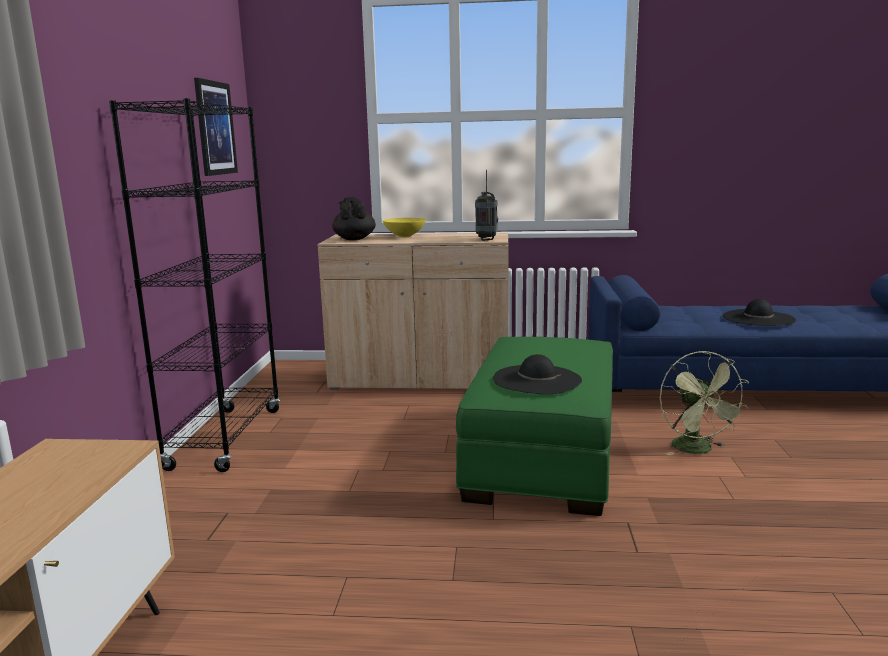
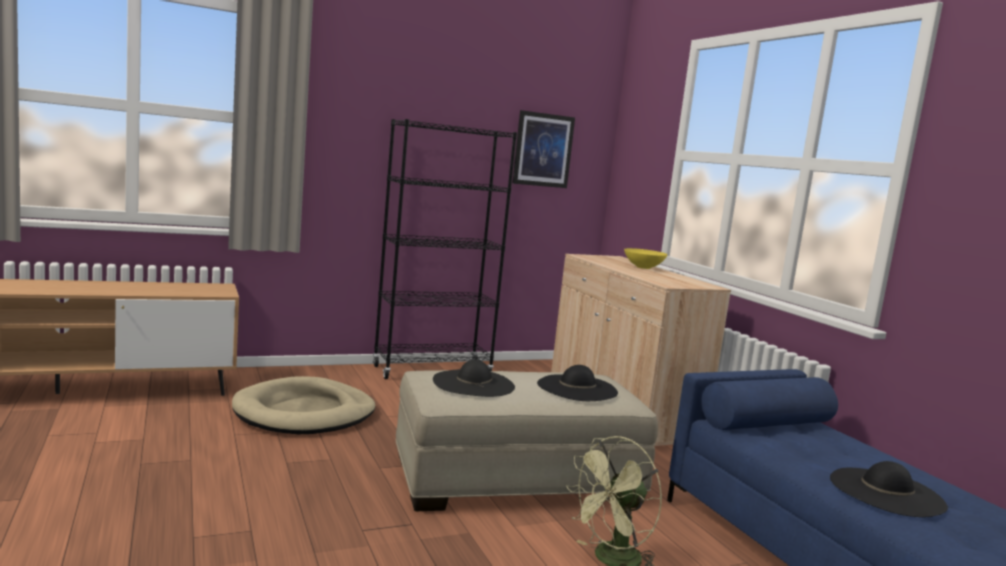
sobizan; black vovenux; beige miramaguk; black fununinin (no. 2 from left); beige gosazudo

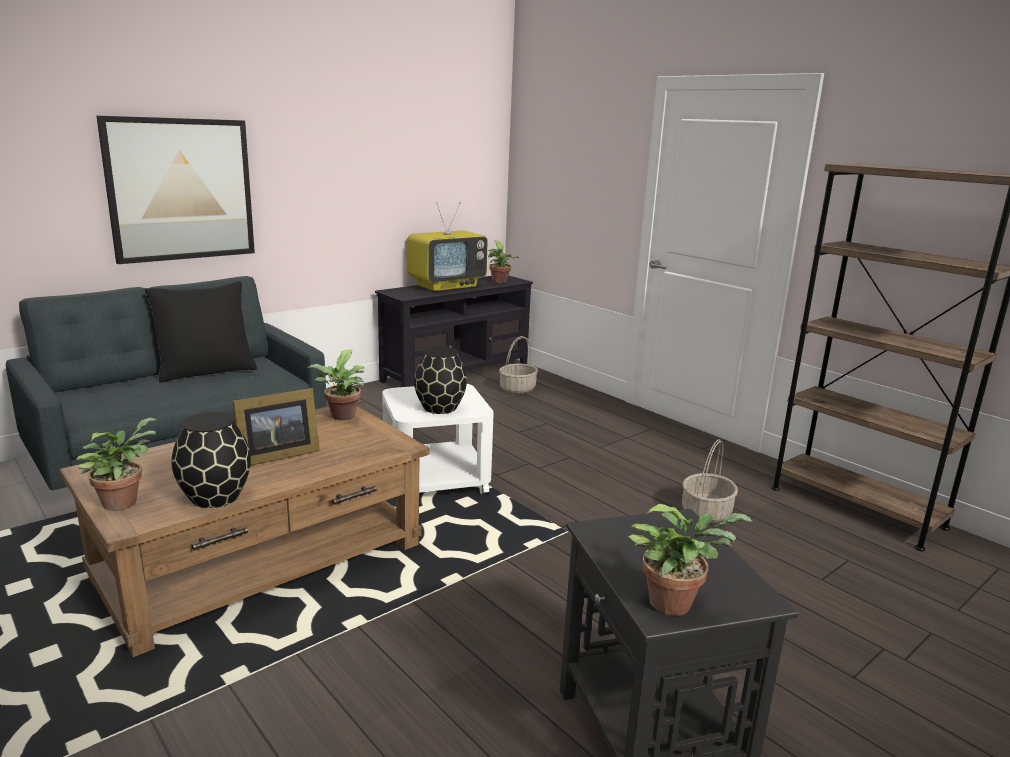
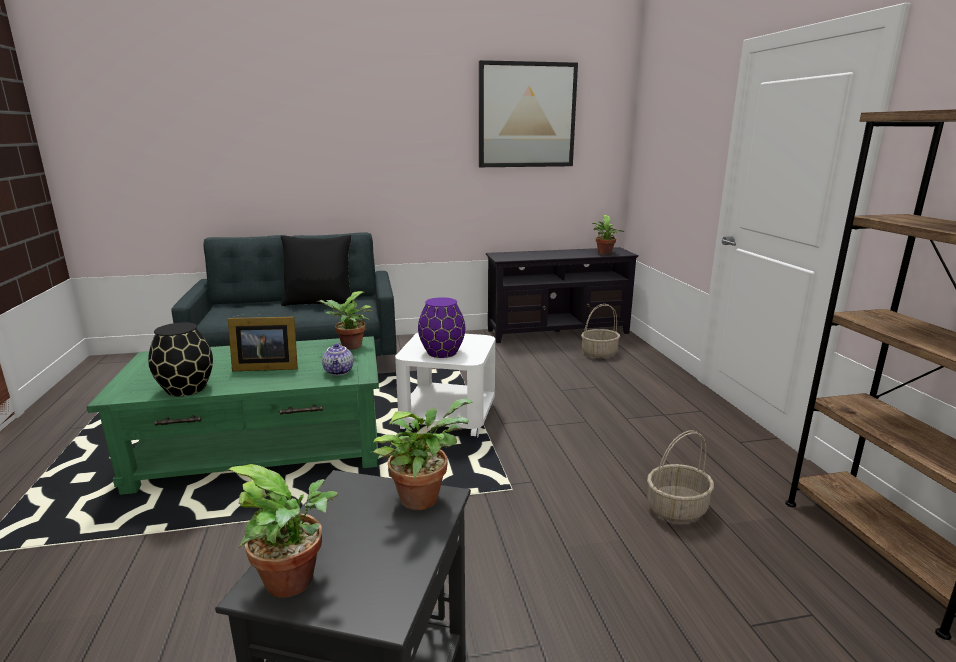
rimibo; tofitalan; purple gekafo; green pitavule; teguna (no. 3 from left); vovenux

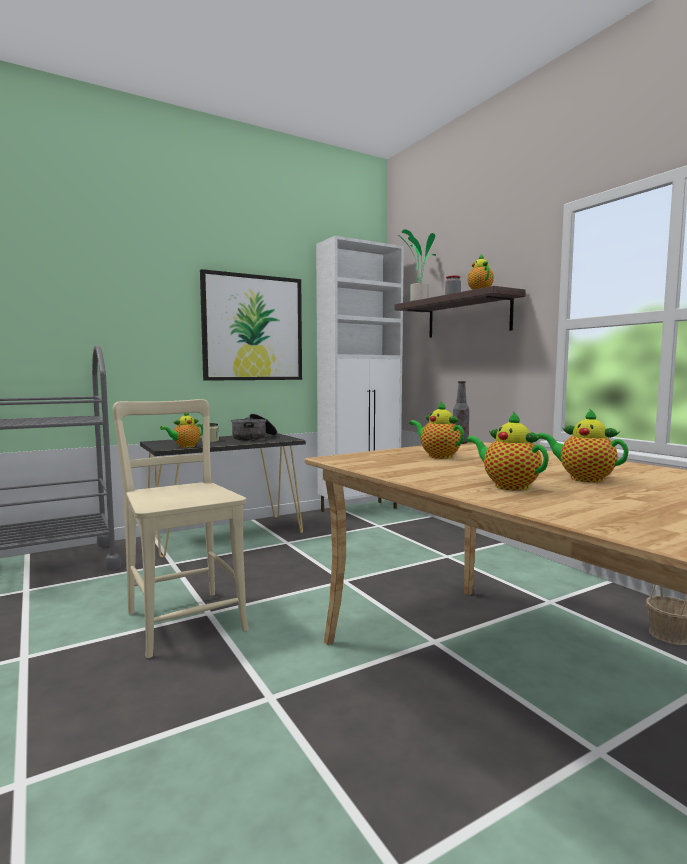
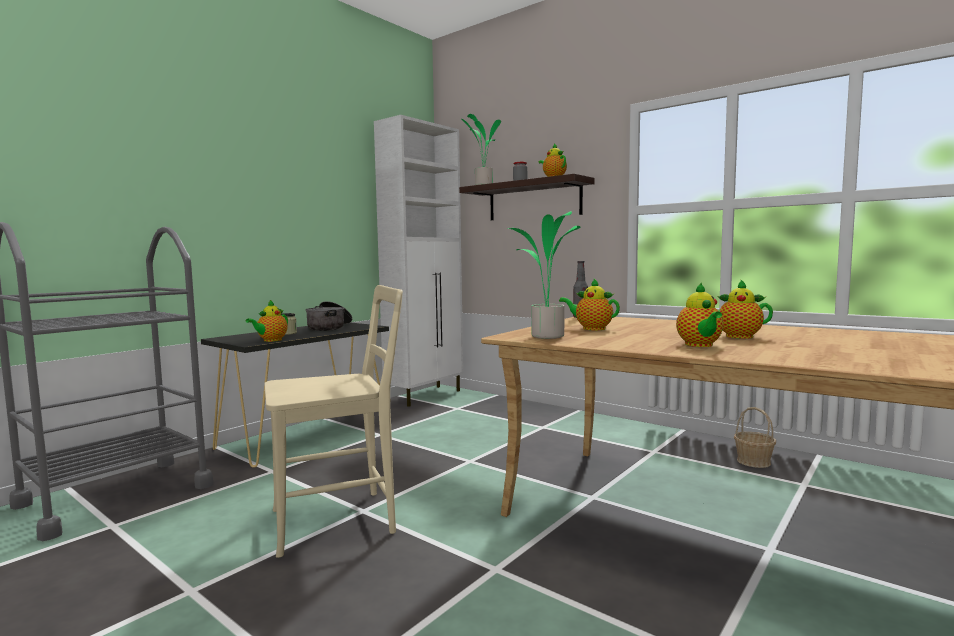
rimibo; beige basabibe; vovenux (no. 4 from left); teguna (no. 2 from left)

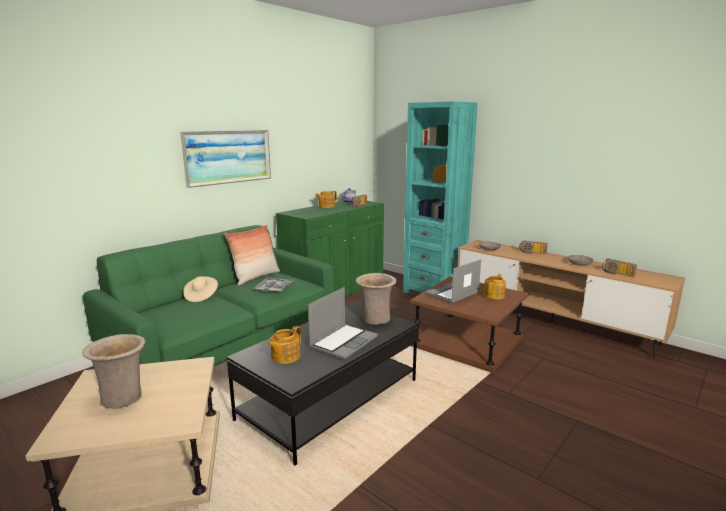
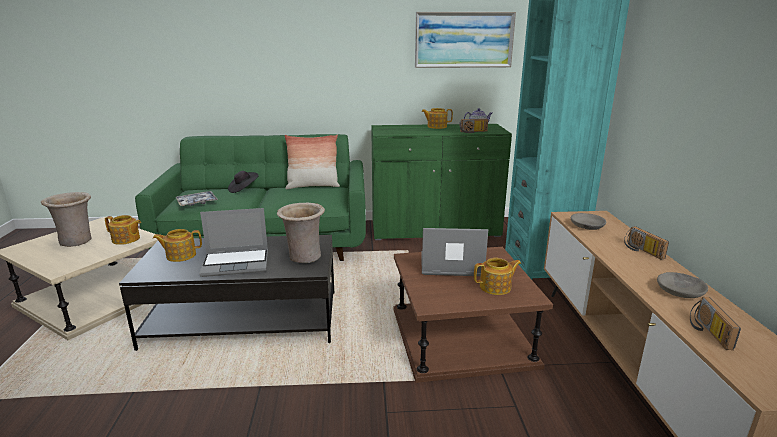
rimibo; black fununinin; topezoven; vovenux (no. 1 from left)

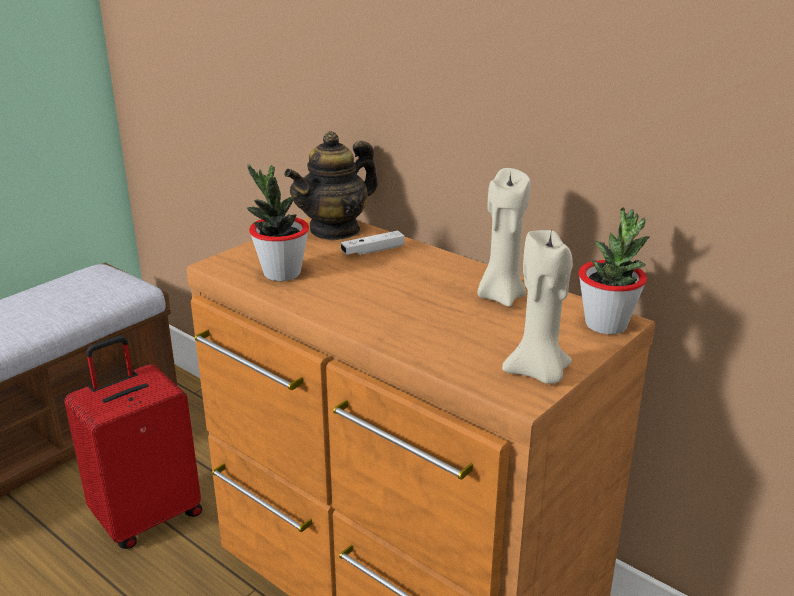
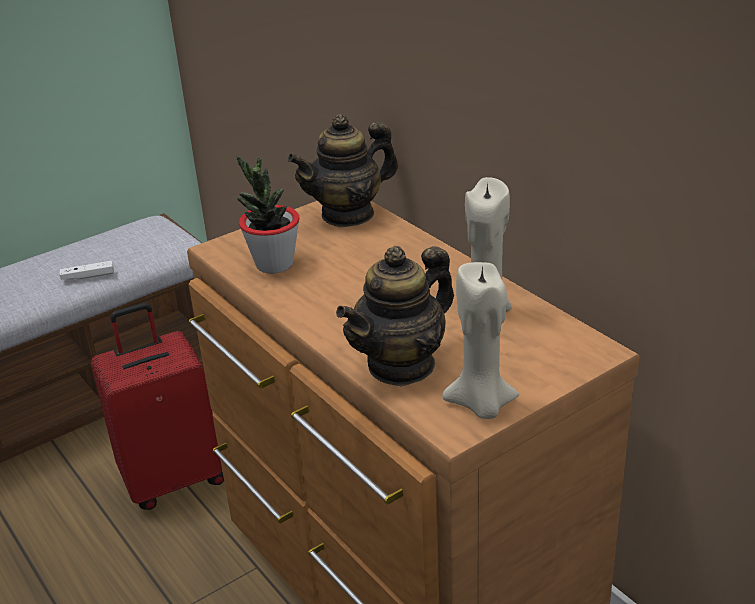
teguna (no. 2 from left in the first image); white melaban; vovenux (no. 2 from left)

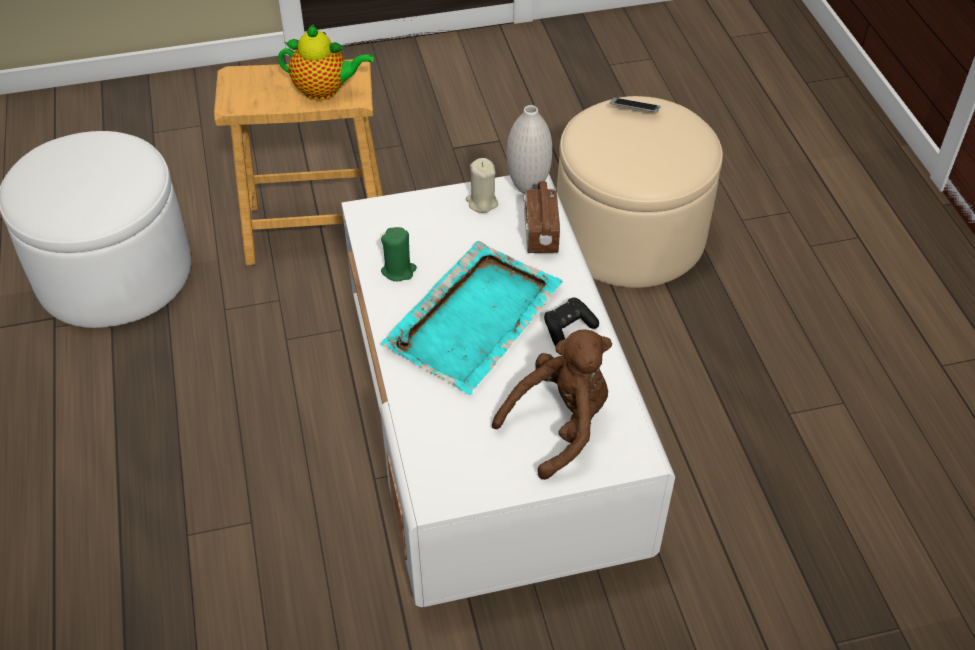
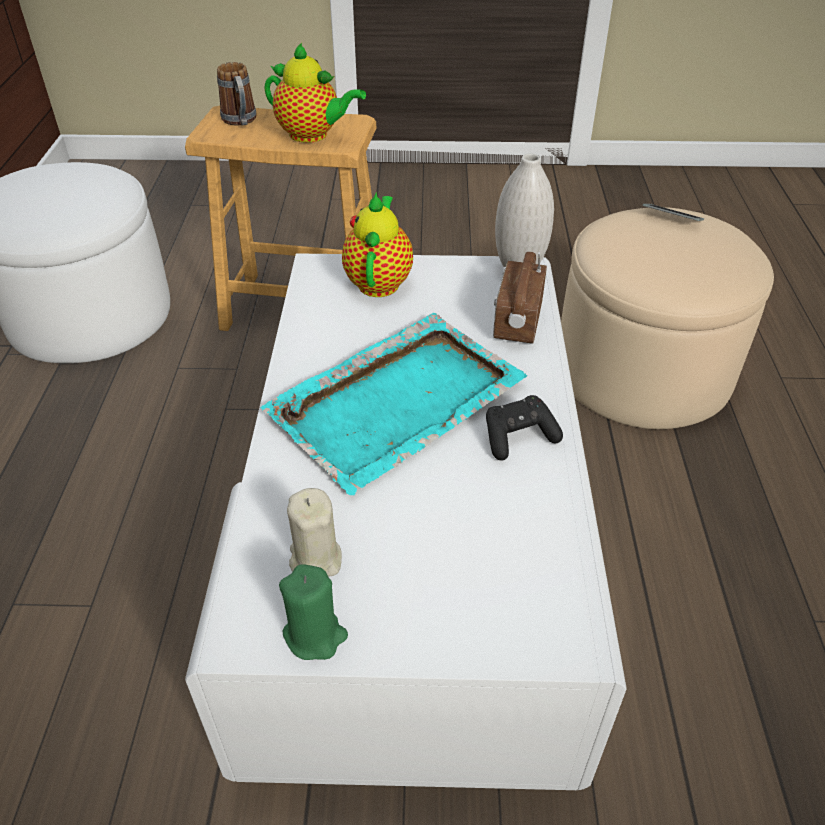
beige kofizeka; green kofizeka; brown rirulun; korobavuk; vovenux (no. 2 from left)

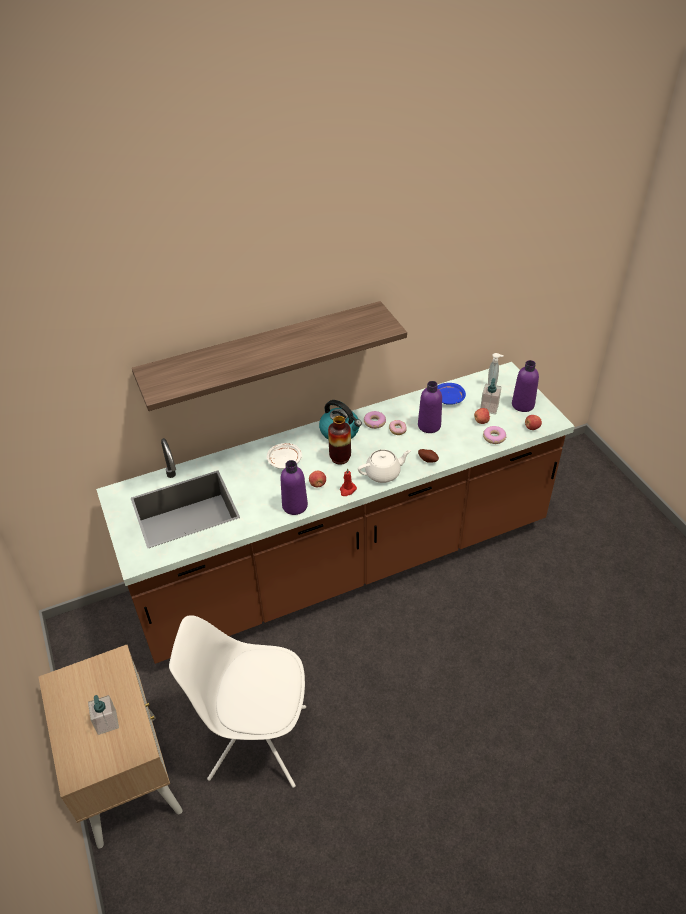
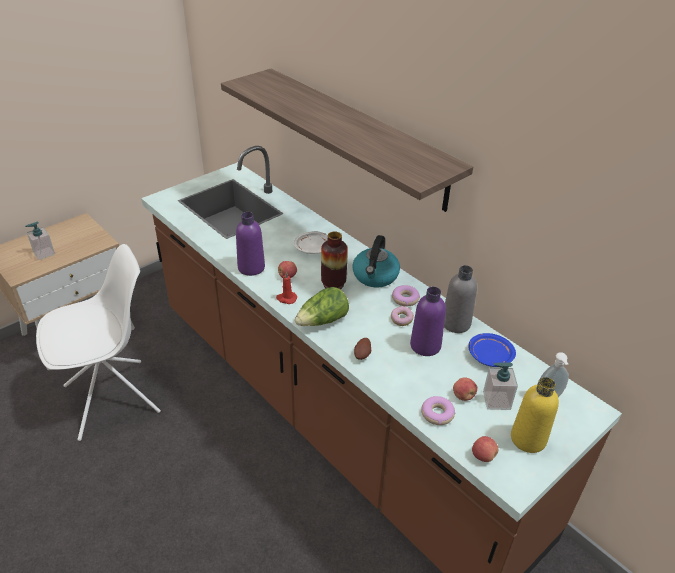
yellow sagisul; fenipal; white basabibe; grey sagisul

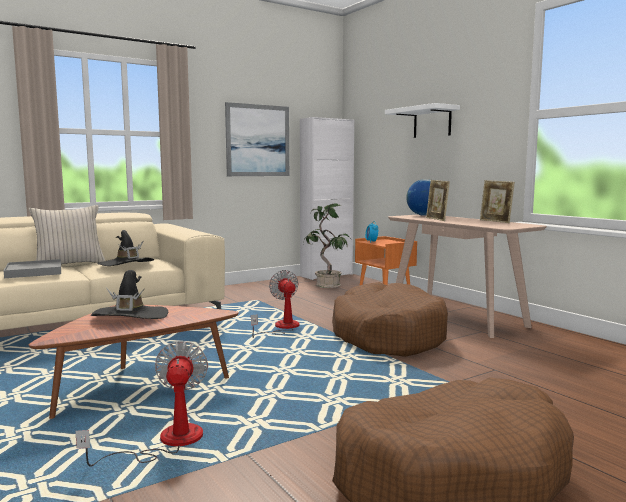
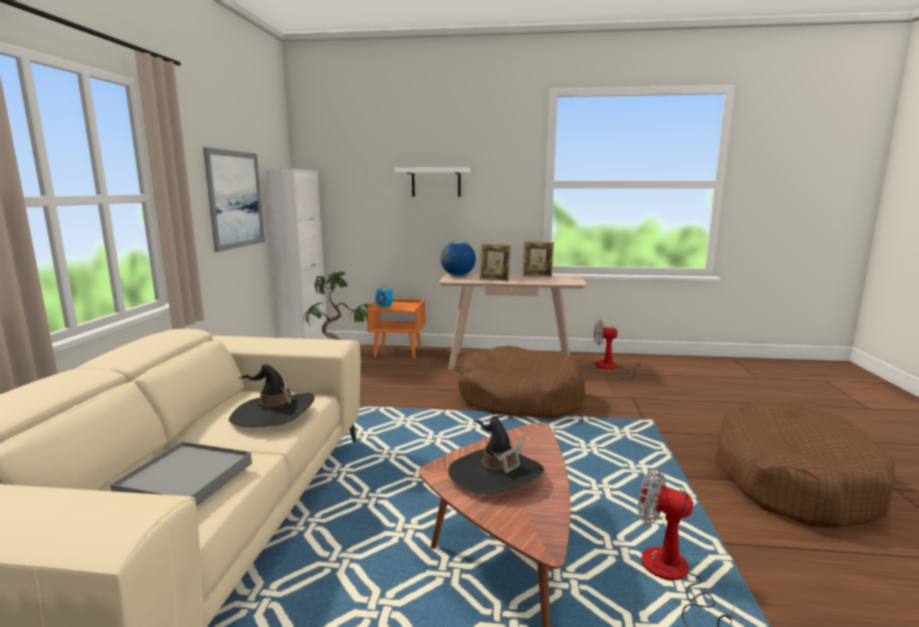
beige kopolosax; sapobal (no. 1 from left)

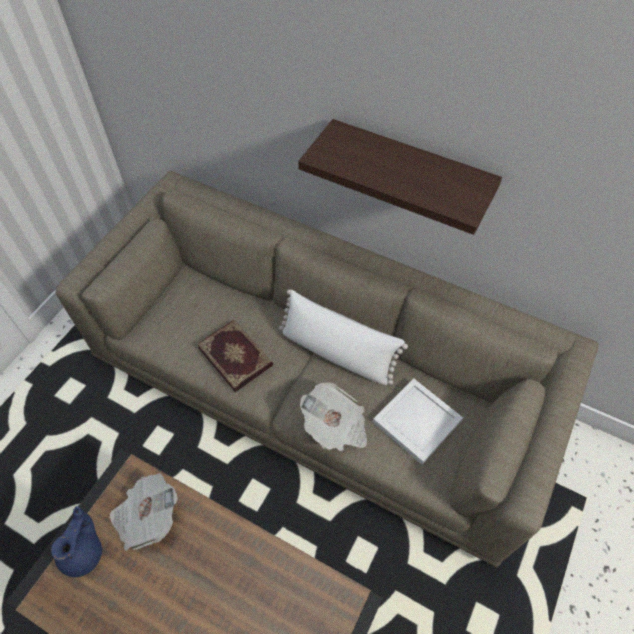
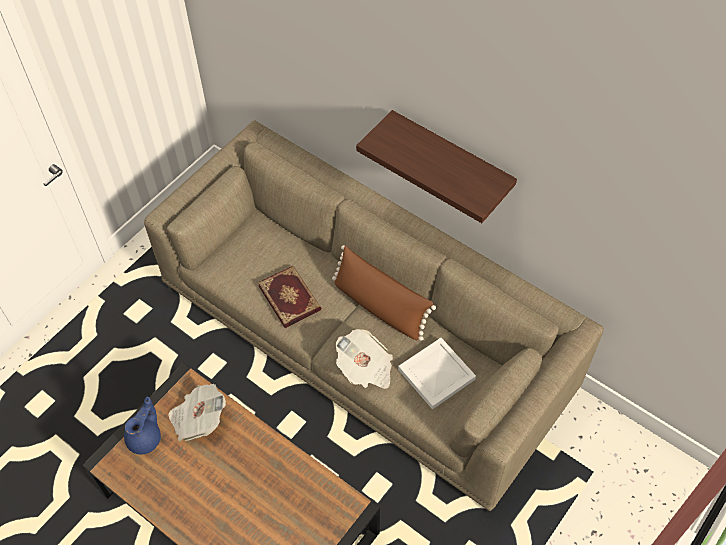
brown kopolosax

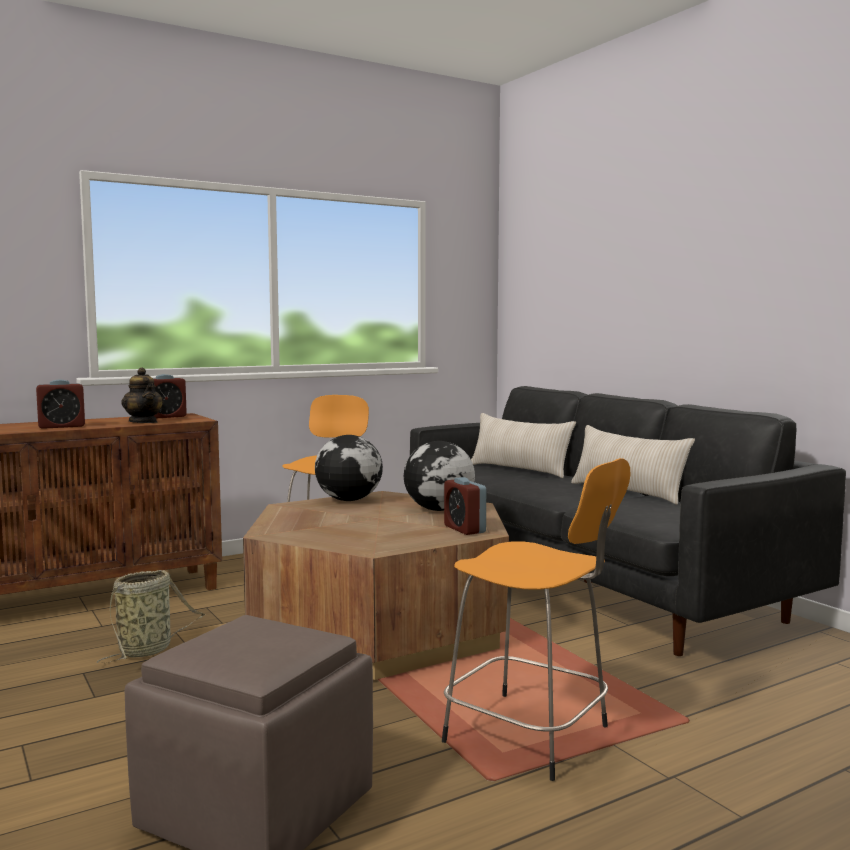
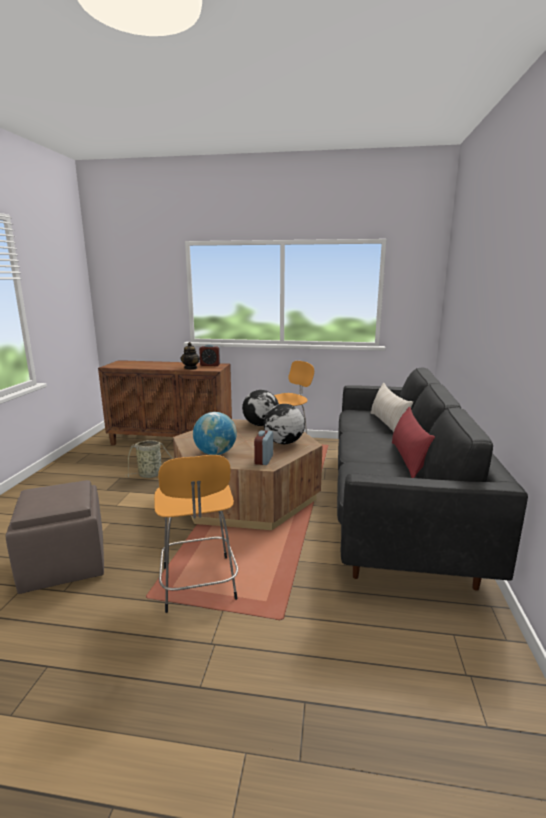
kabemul (no. 1 from left in the first image); red kopolosax; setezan (no. 1 from left)

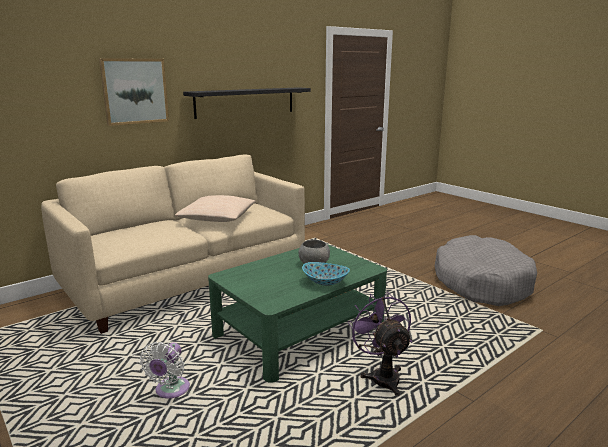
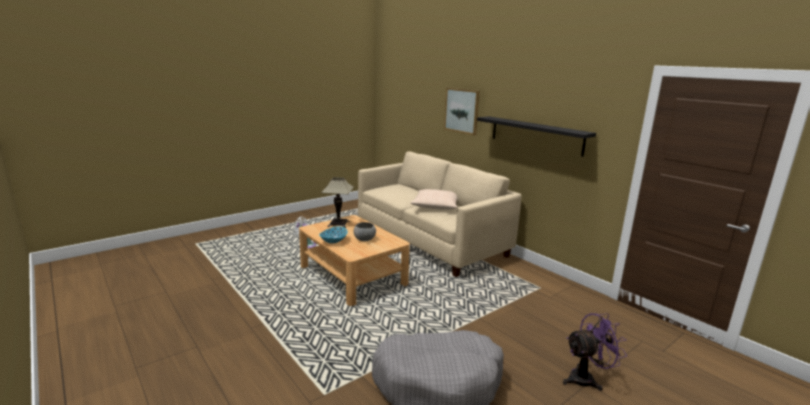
beige pitavule; purple sapobal; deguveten

